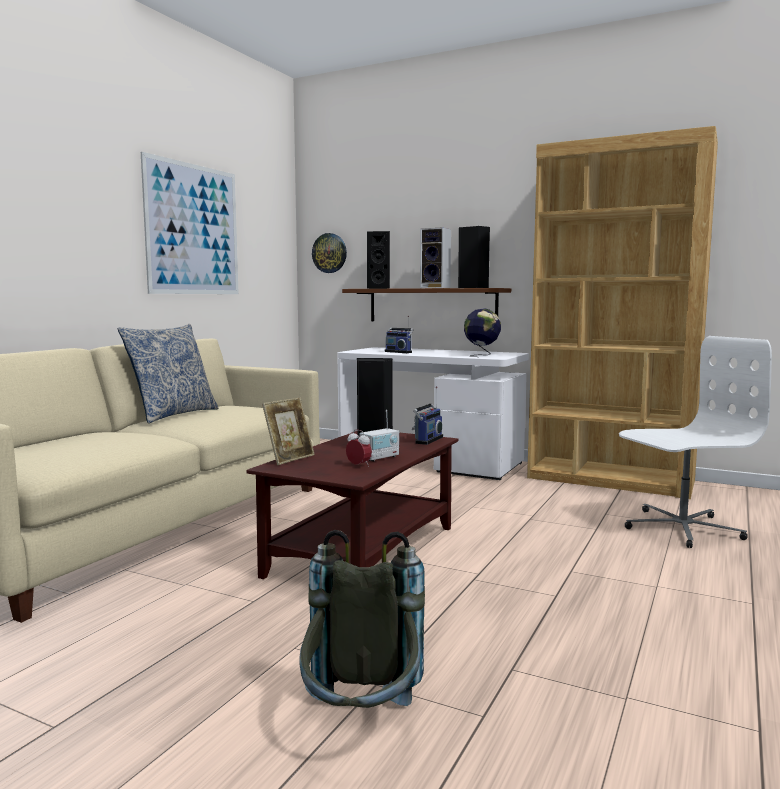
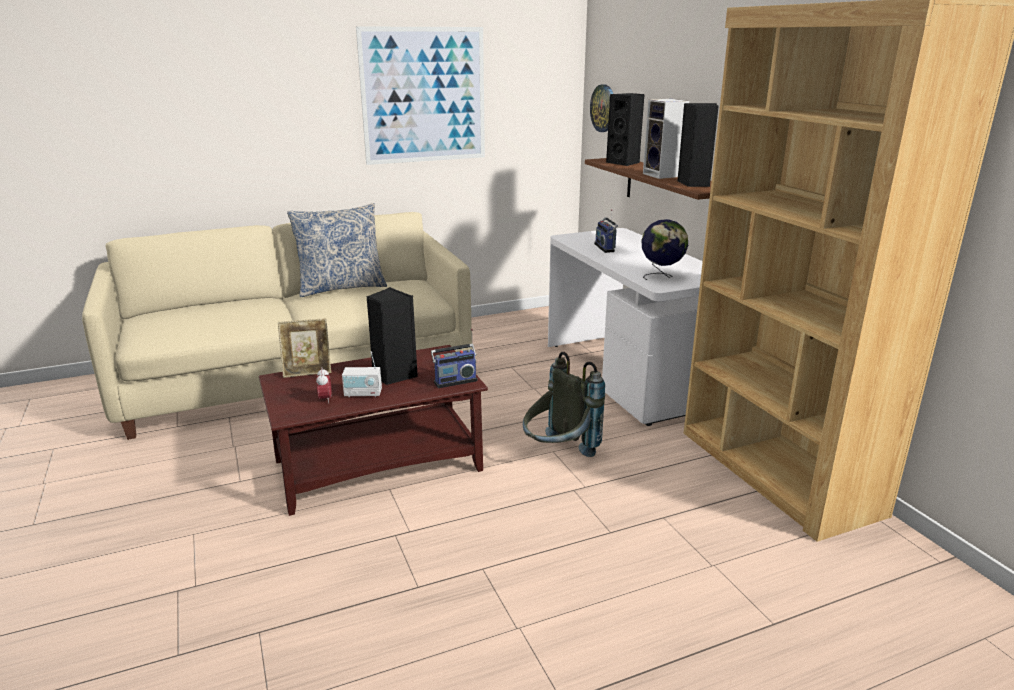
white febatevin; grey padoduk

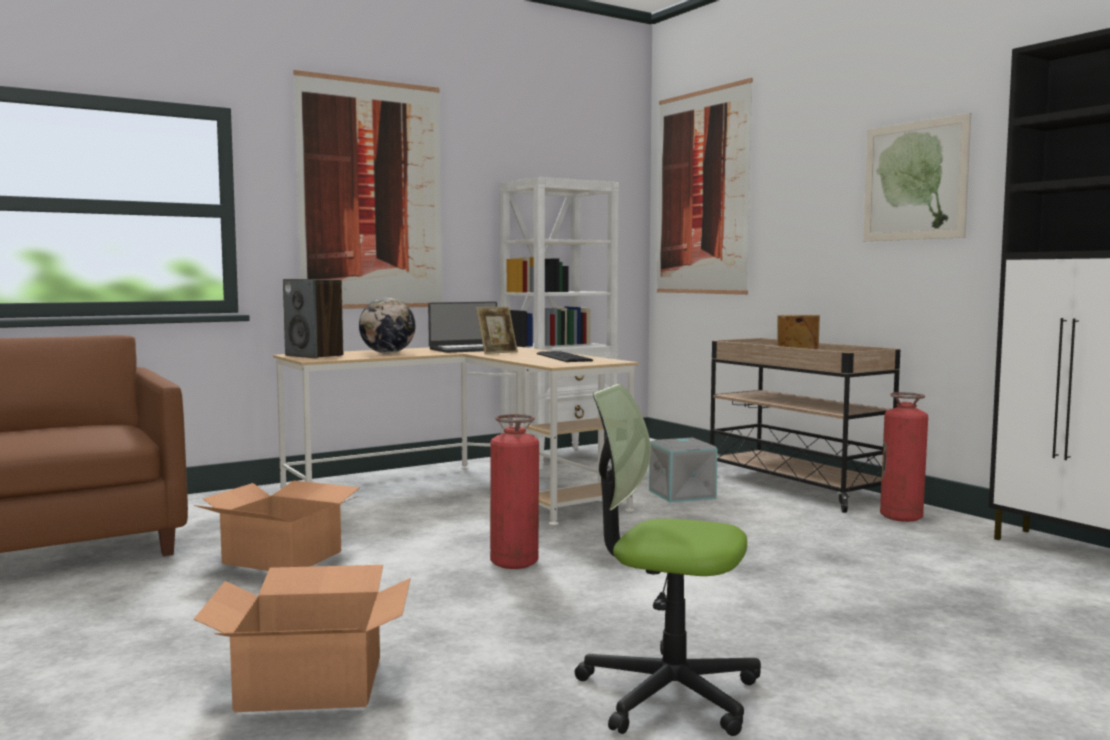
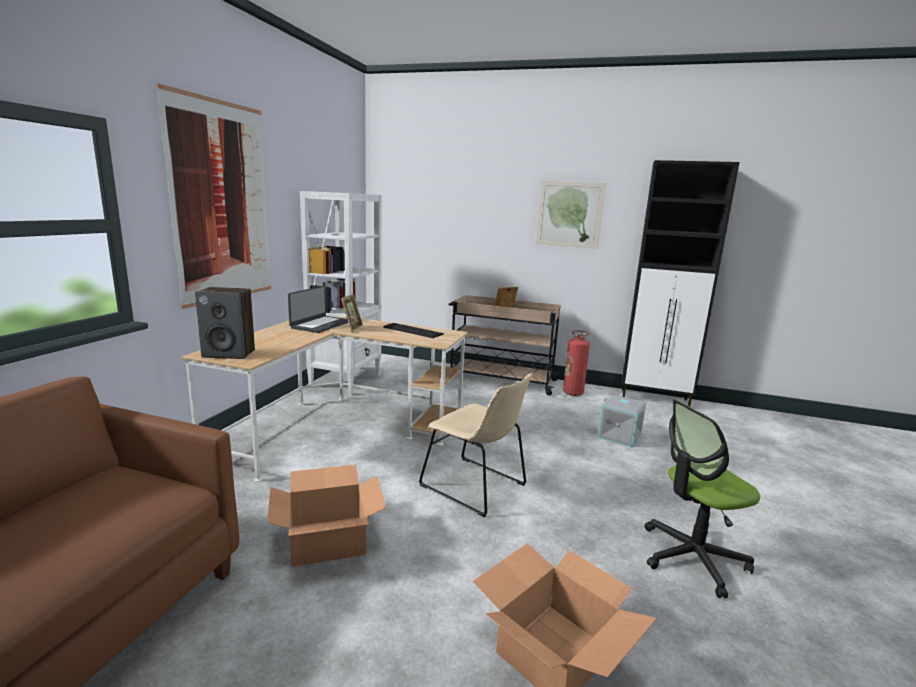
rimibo (no. 2 from left in the first image); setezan; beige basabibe; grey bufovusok

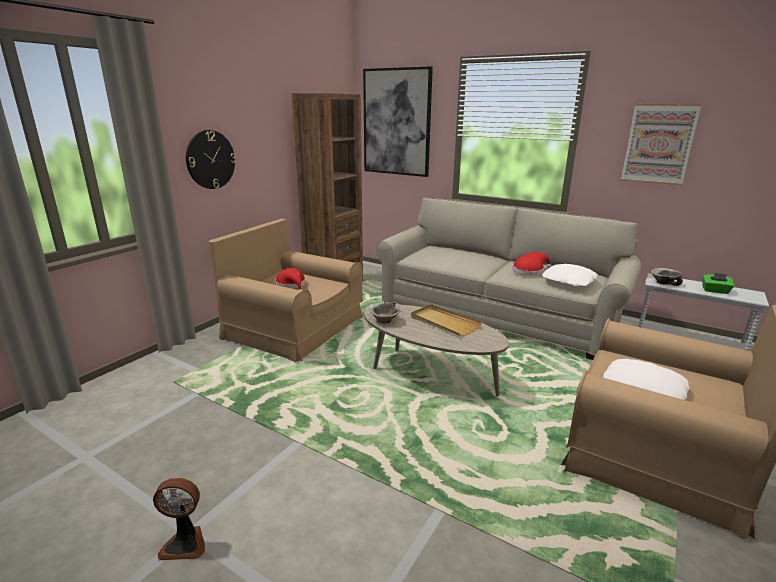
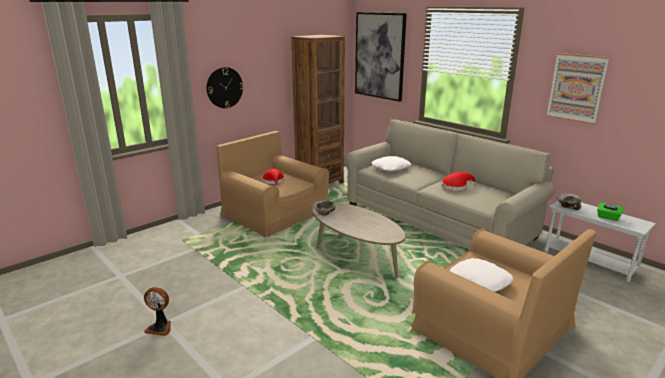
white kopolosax (no. 1 from left); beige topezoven

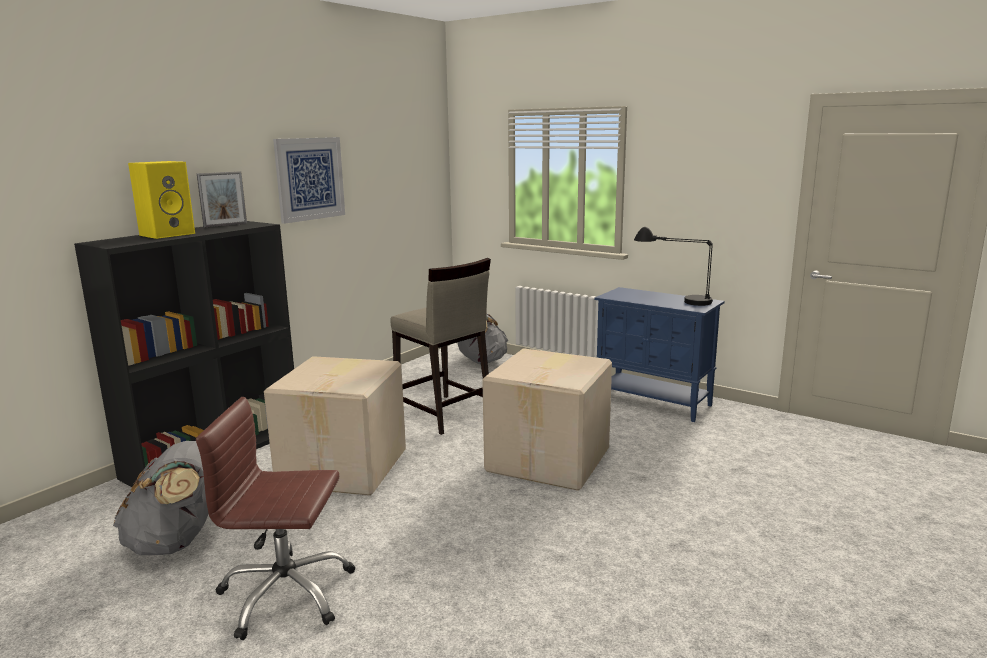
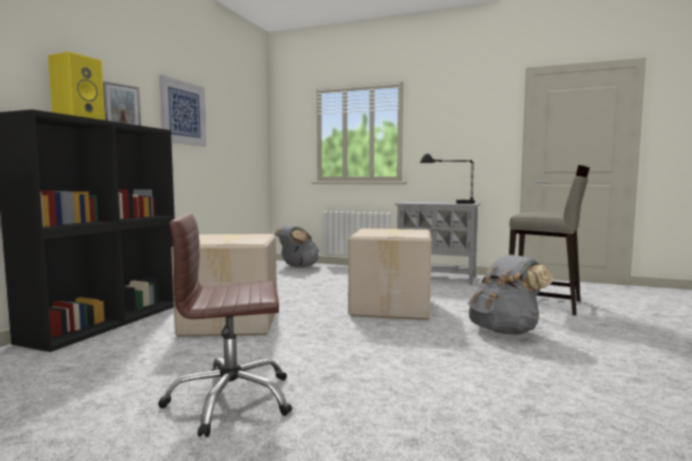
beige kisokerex; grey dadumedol; grey padoduk (no. 2 from left)

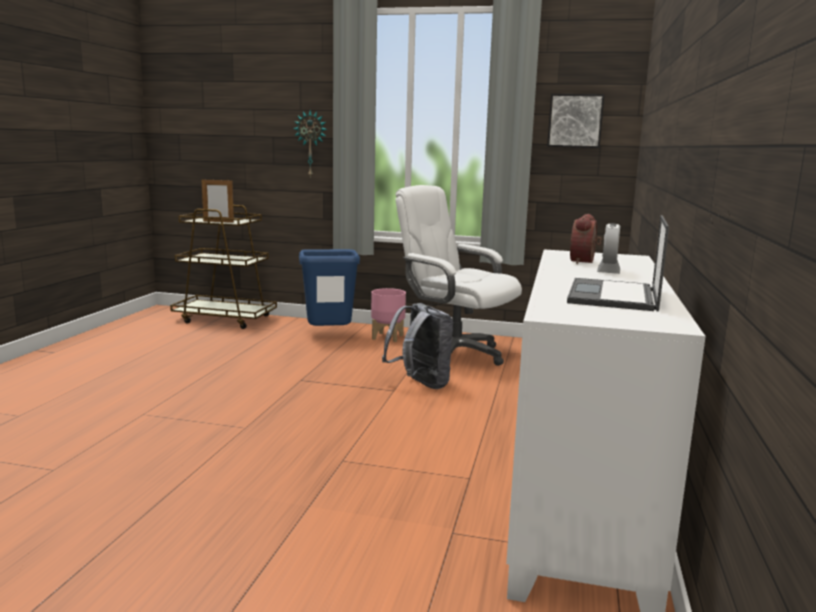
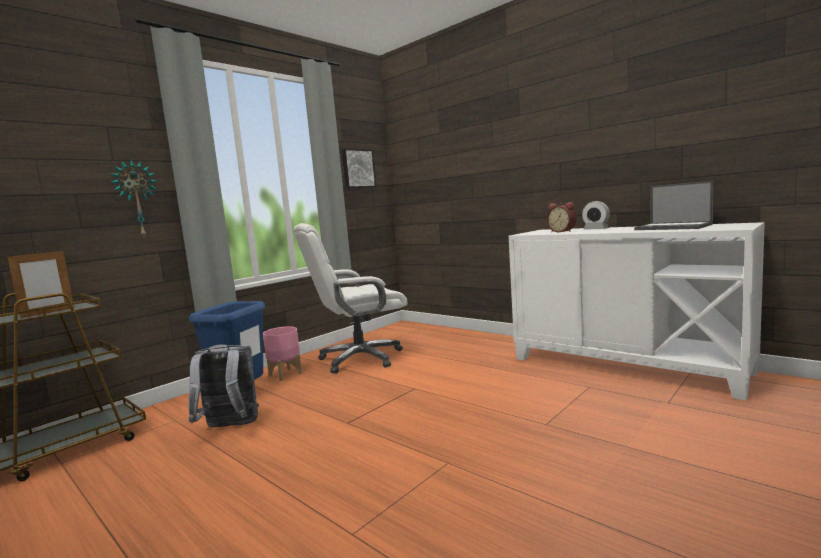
grey padoduk

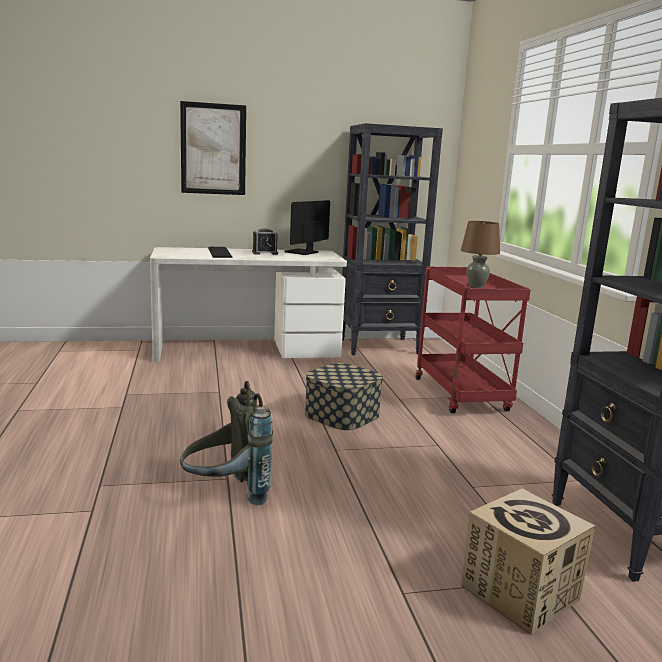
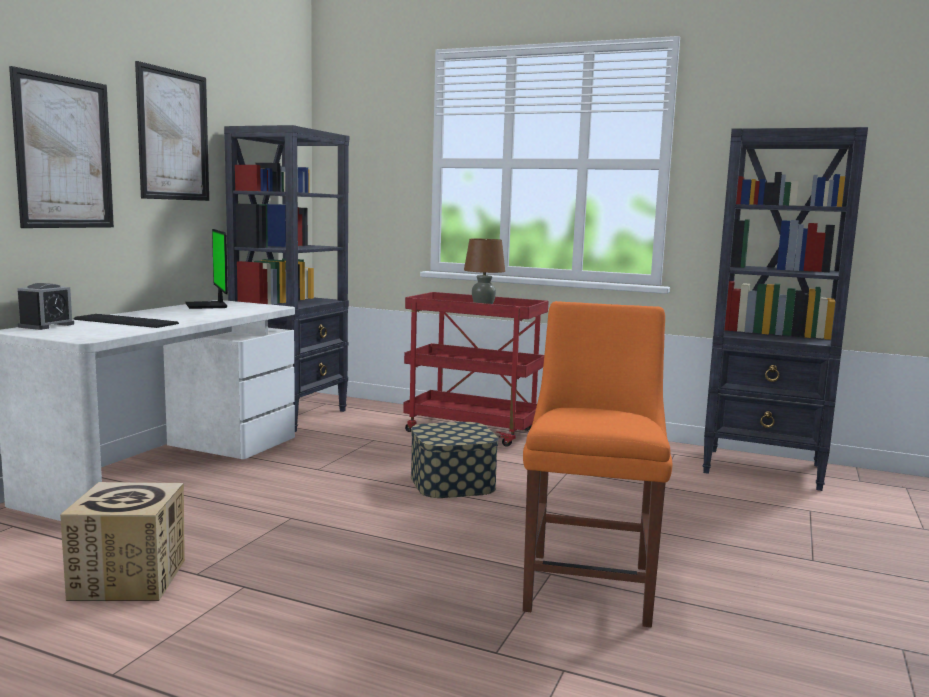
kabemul; orange basabibe; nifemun; rimibo (no. 2 from left)

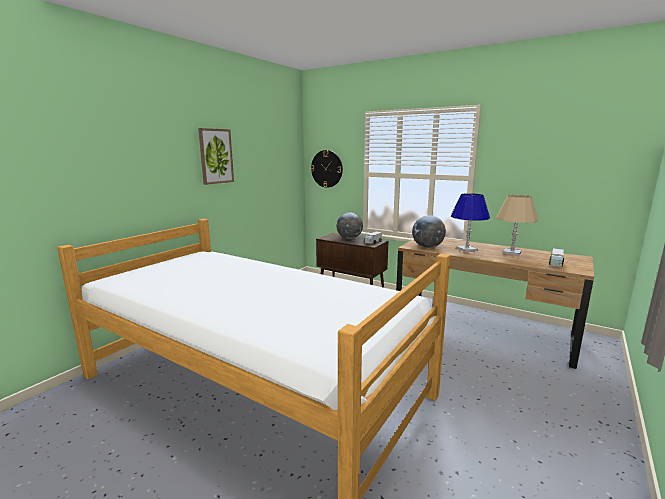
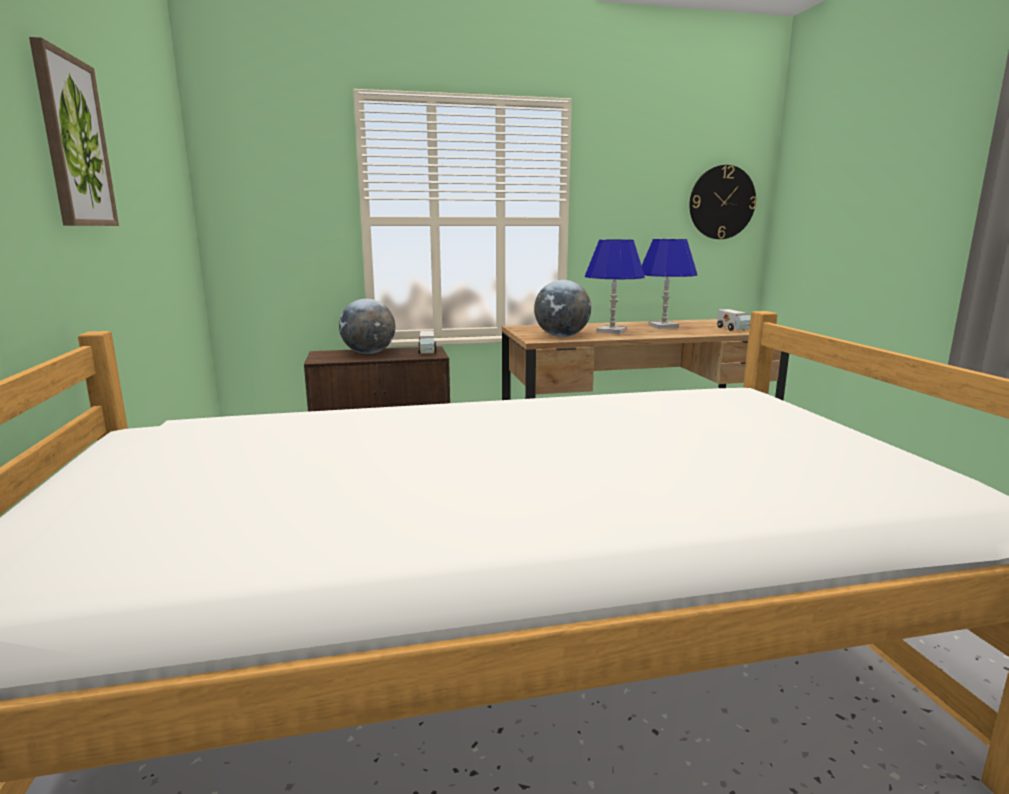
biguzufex; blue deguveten (no. 2 from left)

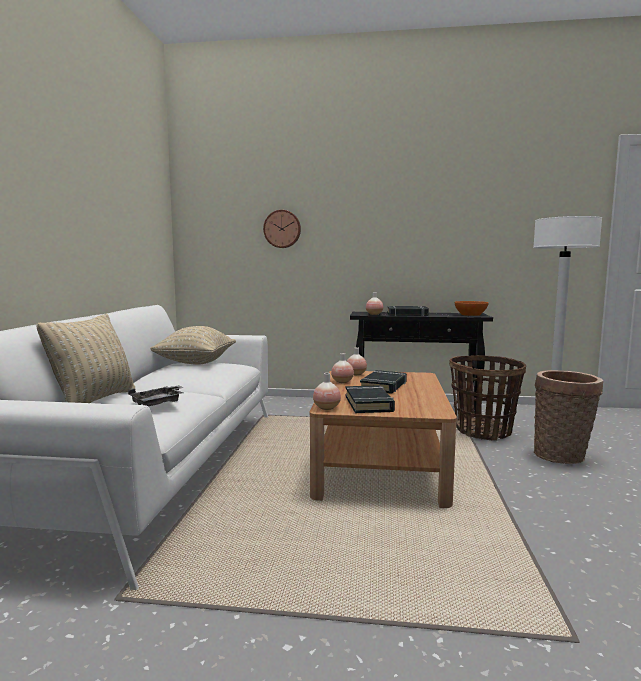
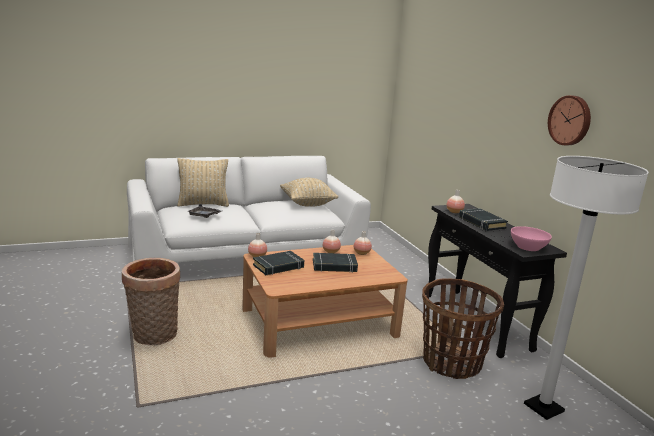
biguzufex; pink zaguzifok; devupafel (no. 1 from left)

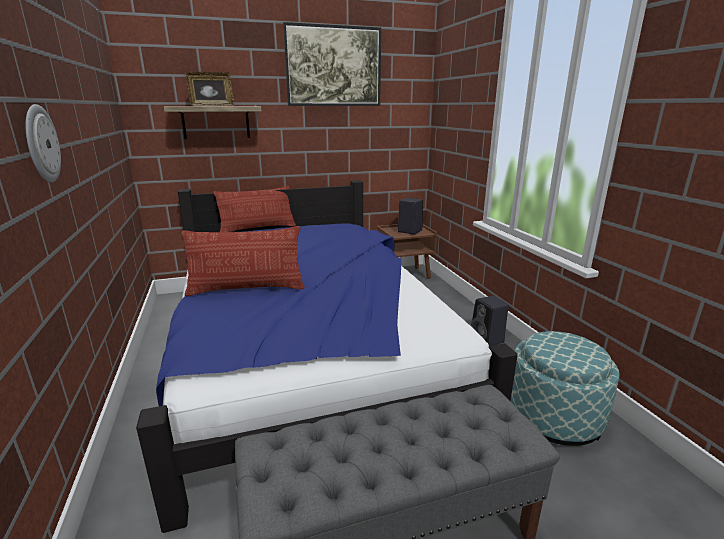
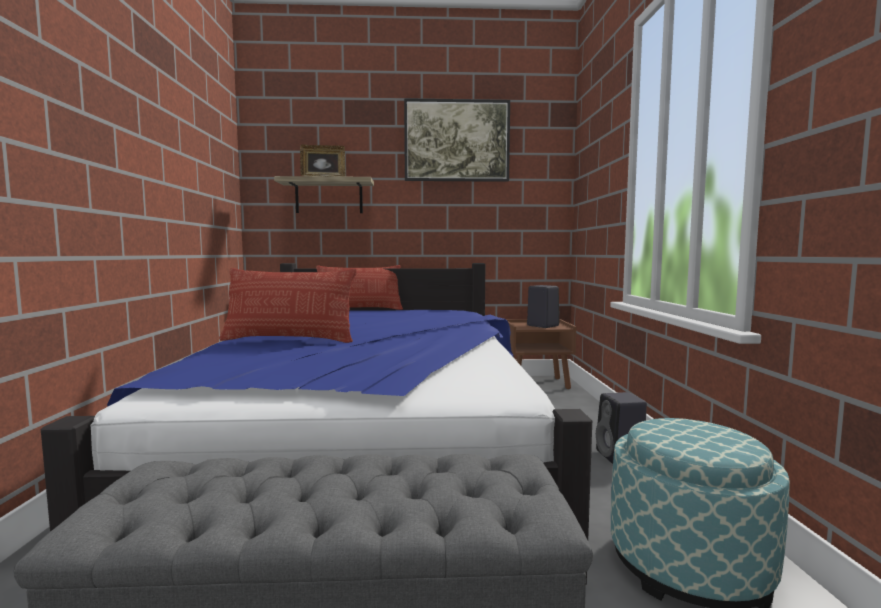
biguzufex

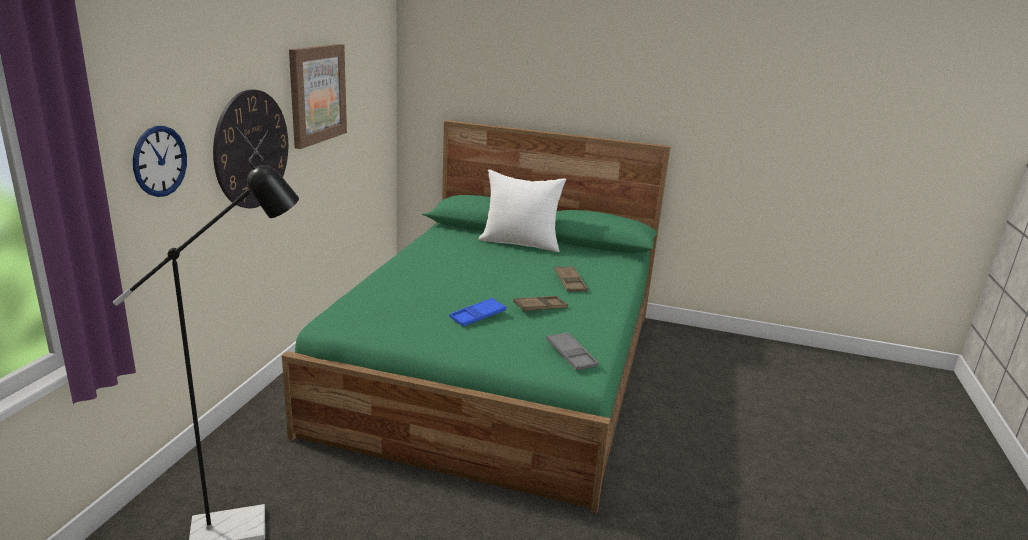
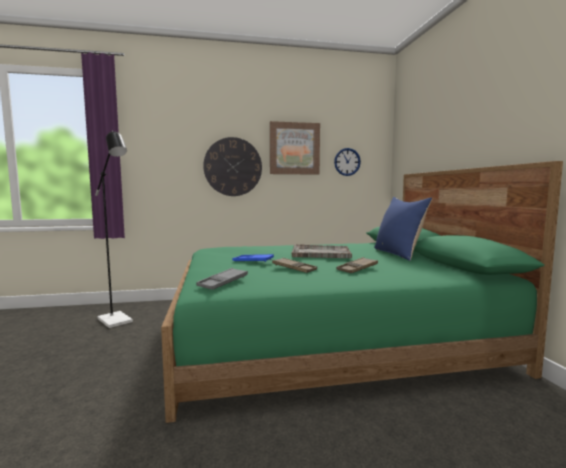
biguzufex (no. 2 from left); blue kopolosax; grey topezoven (no. 2 from left)

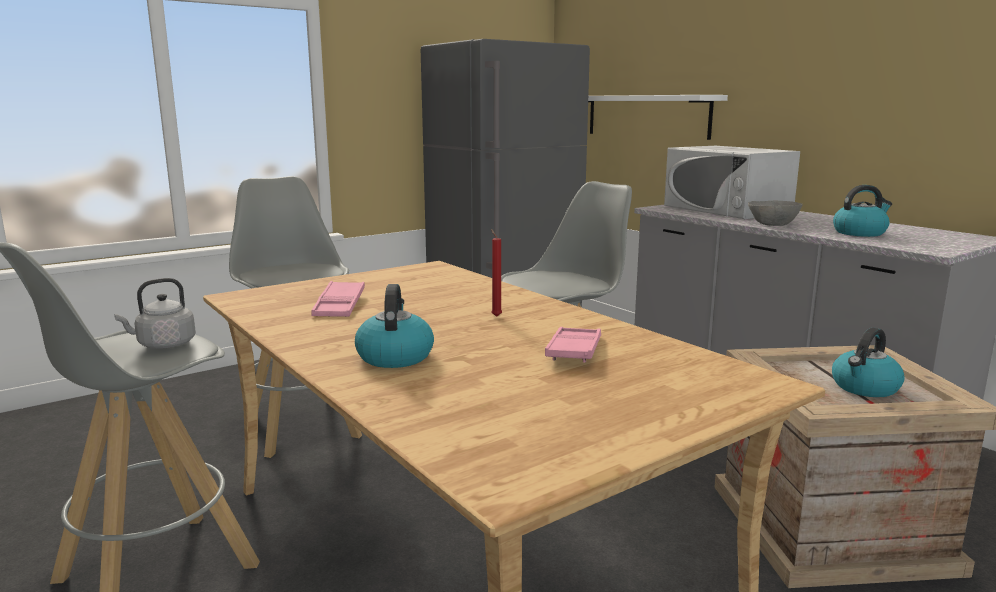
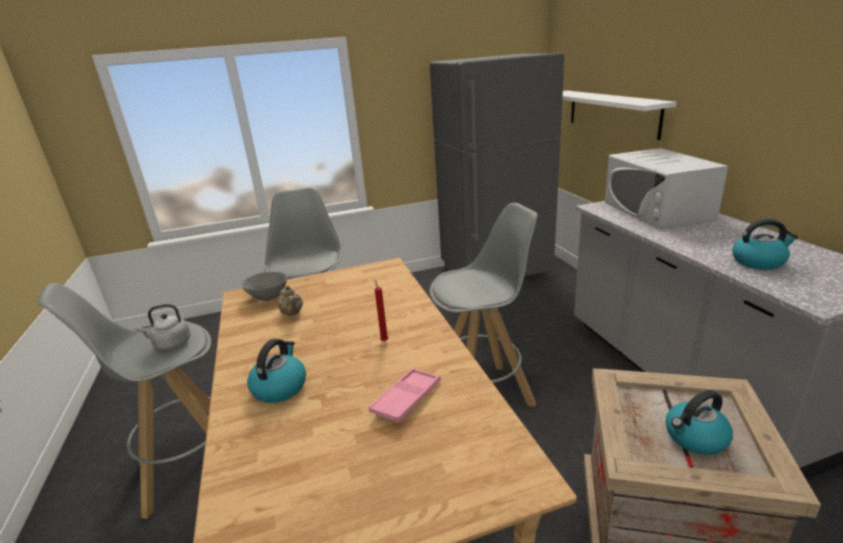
grey zaguzifok; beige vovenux

